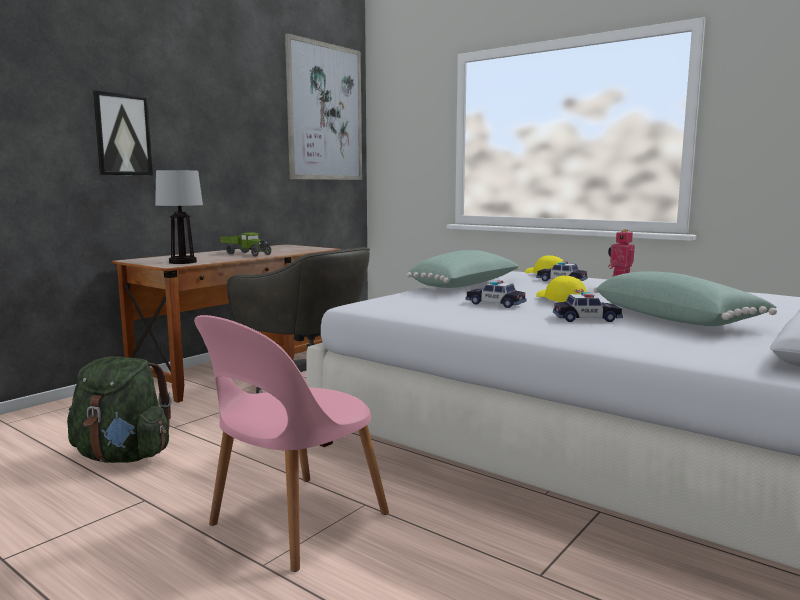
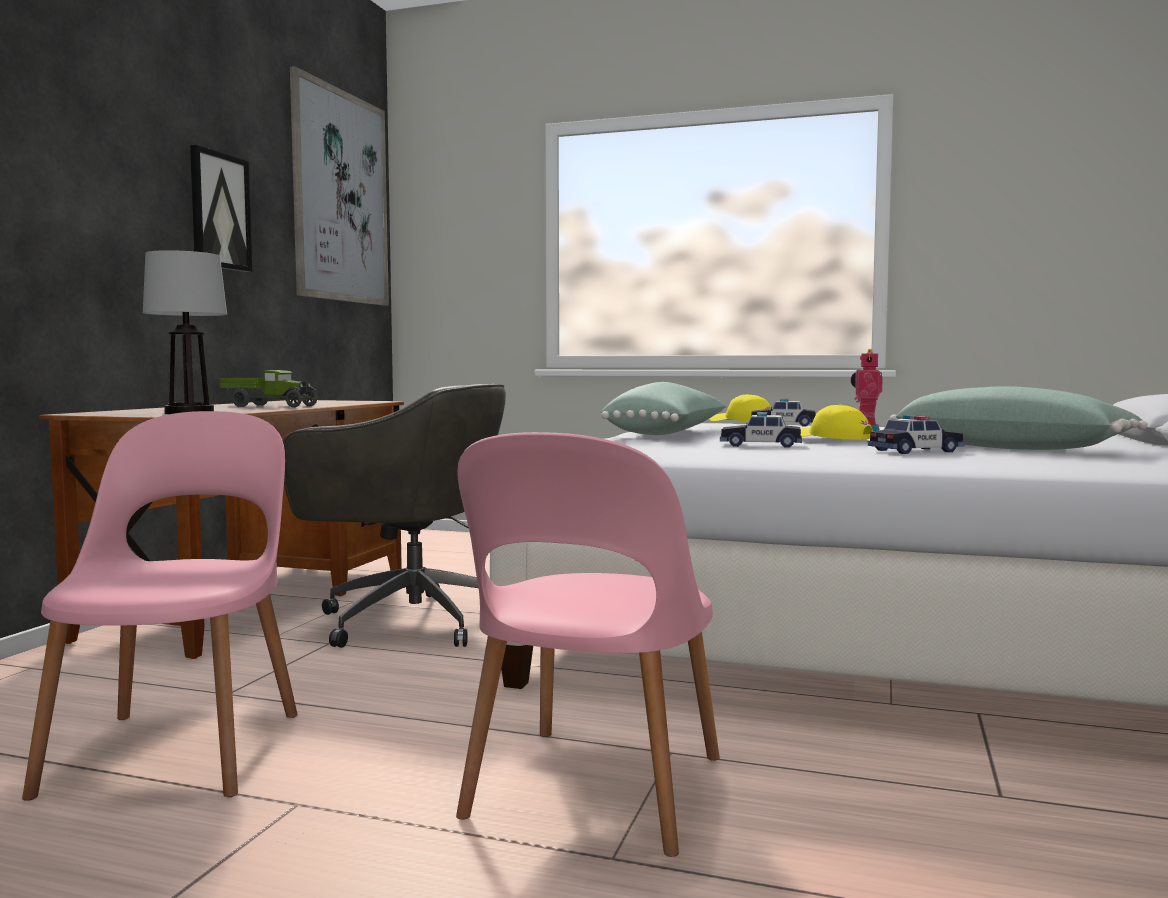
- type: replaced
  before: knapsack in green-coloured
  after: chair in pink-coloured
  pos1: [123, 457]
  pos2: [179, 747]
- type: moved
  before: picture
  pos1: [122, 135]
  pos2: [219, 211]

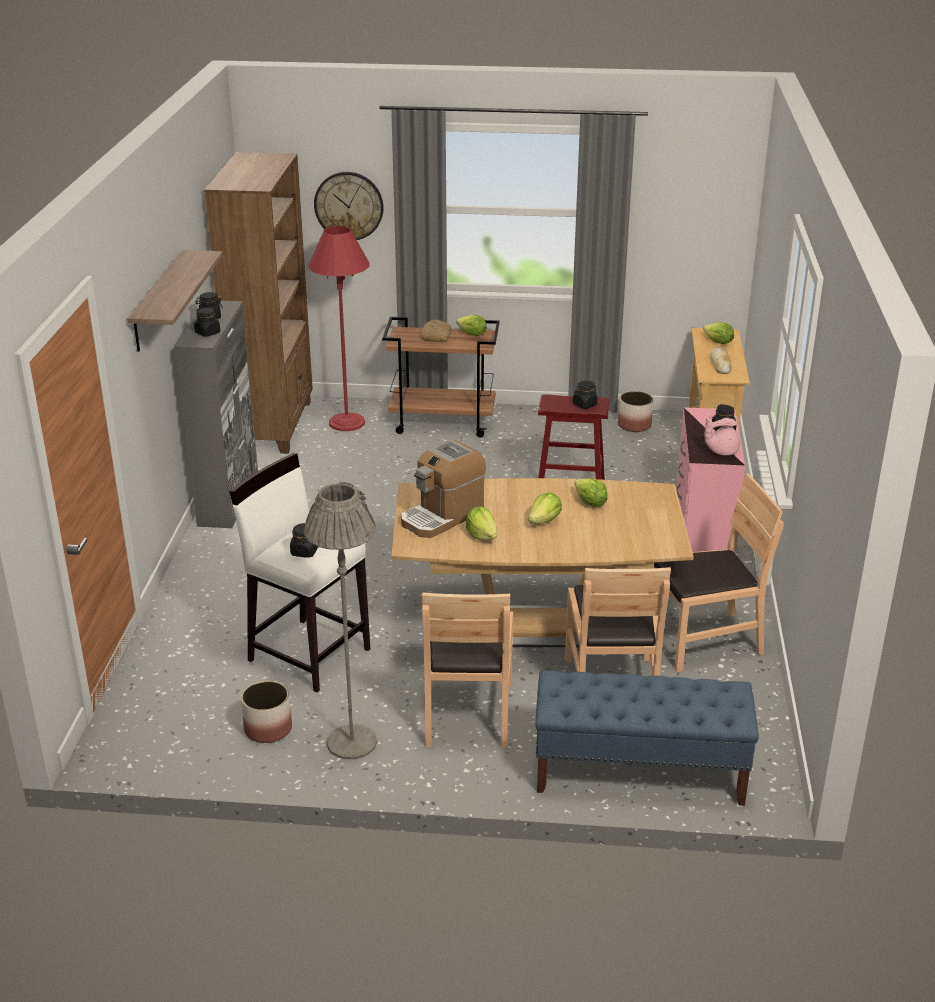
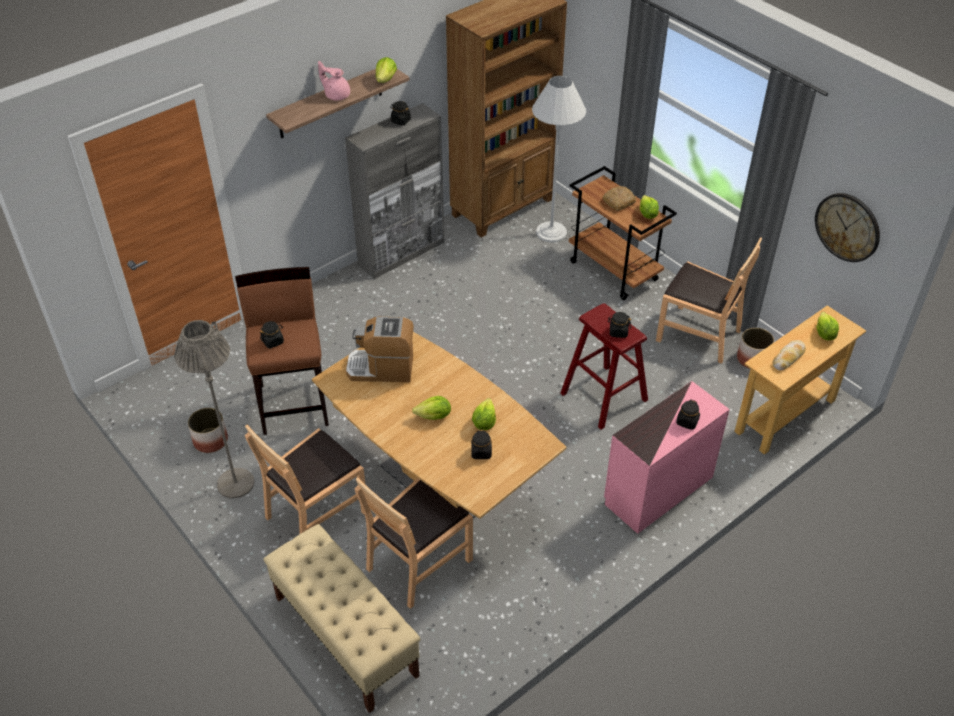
- type: moved
  before: preserve jar in black
  pos1: [207, 333]
  pos2: [481, 452]
- type: recoloured
  before: sitting stool in white-coloured
  after: sitting stool in brownish
  pos1: [309, 654]
  pos2: [294, 404]
- type: recoloured
  before: floor lamp in red
  after: floor lamp in white-coloured
  pos1: [347, 423]
  pos2: [551, 232]
- type: moved
  before: wall clock
  pos1: [349, 205]
  pos2: [847, 227]
- type: moved
  before: lettuce head
  pos1: [482, 536]
  pos2: [386, 79]
- type: recoloured
  before: long seat in blue-coloured
  after: long seat in sand-coloured
  pos1: [638, 773]
  pos2: [345, 636]
- type: moved
  before: chair in brownish
  pos1: [703, 640]
  pos2: [698, 334]
- type: moved
  before: pot for tea in pink-coloured
  pos1: [721, 451]
  pos2: [336, 95]

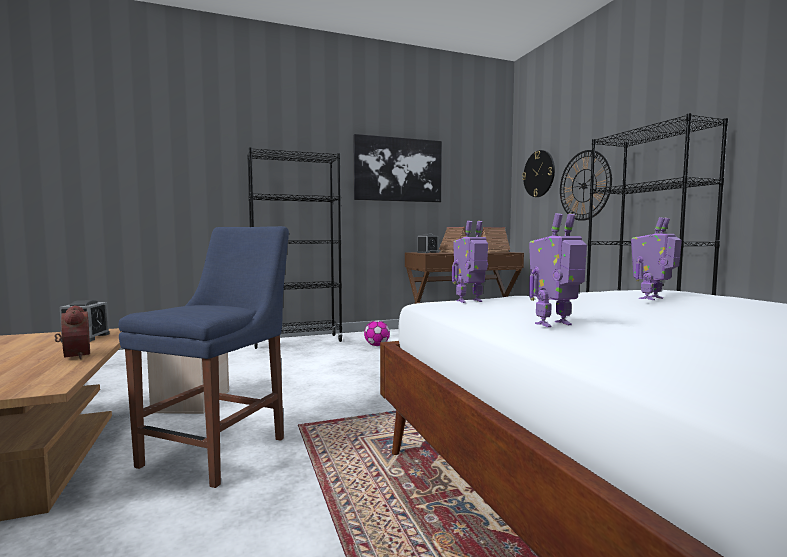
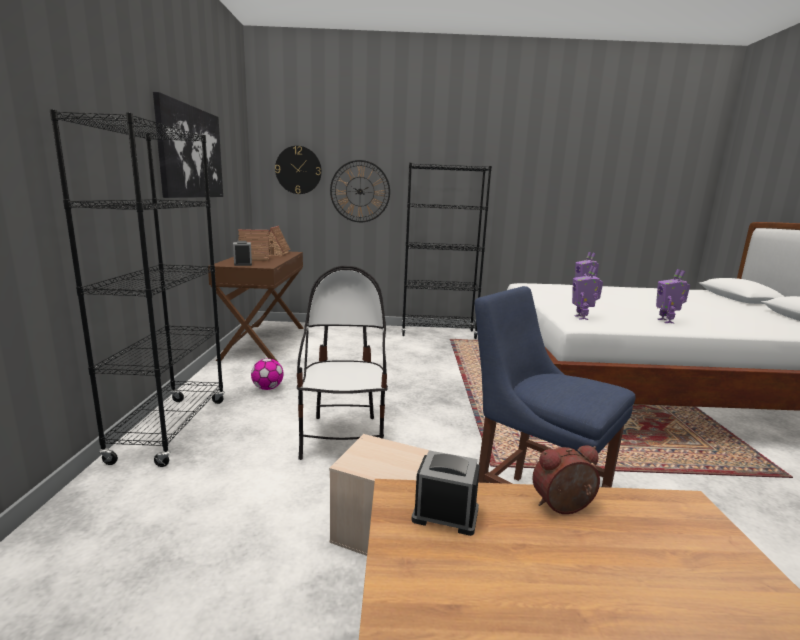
- type: added
  after: chair
  pos2: [344, 438]

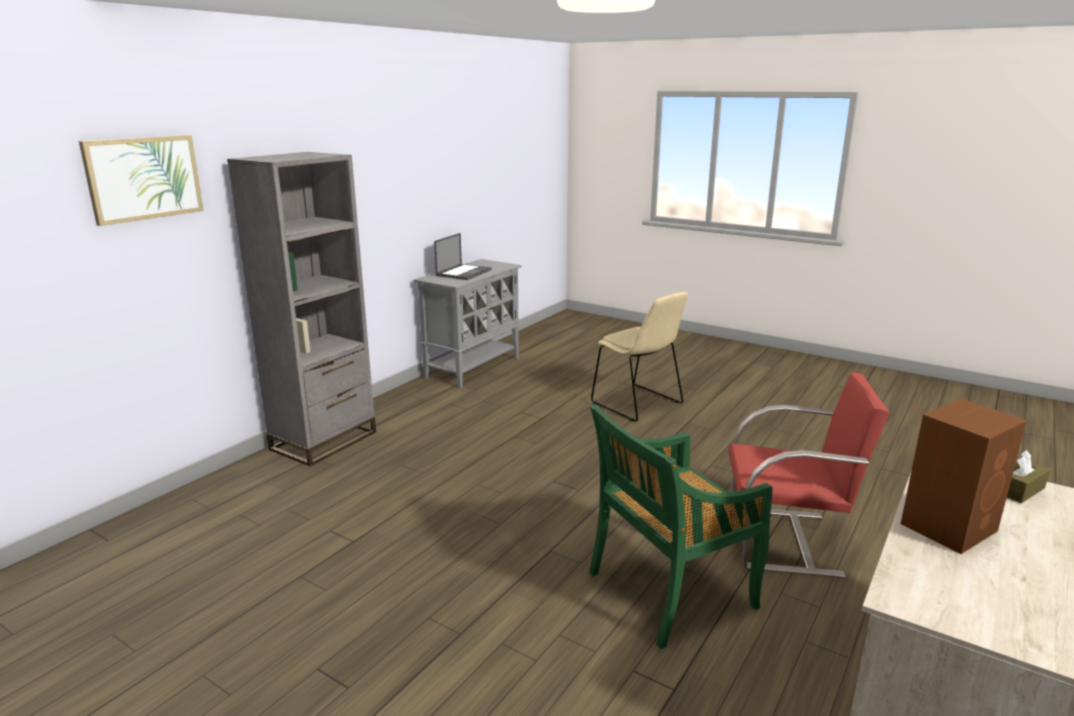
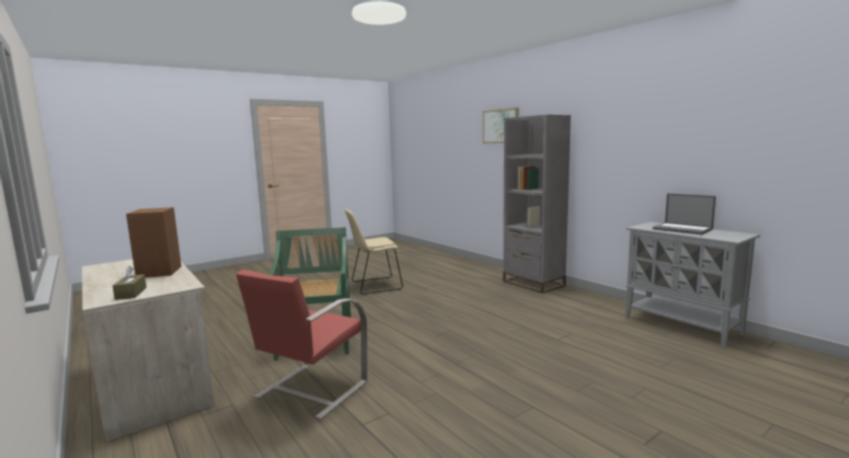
- type: moved
  before: chair in sand-coloured
  pos1: [638, 404]
  pos2: [374, 286]

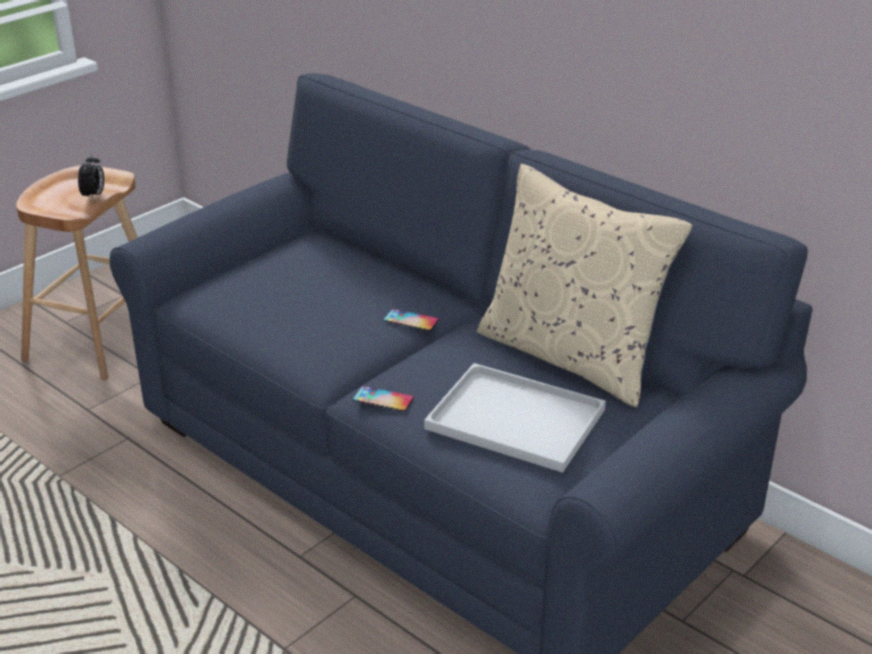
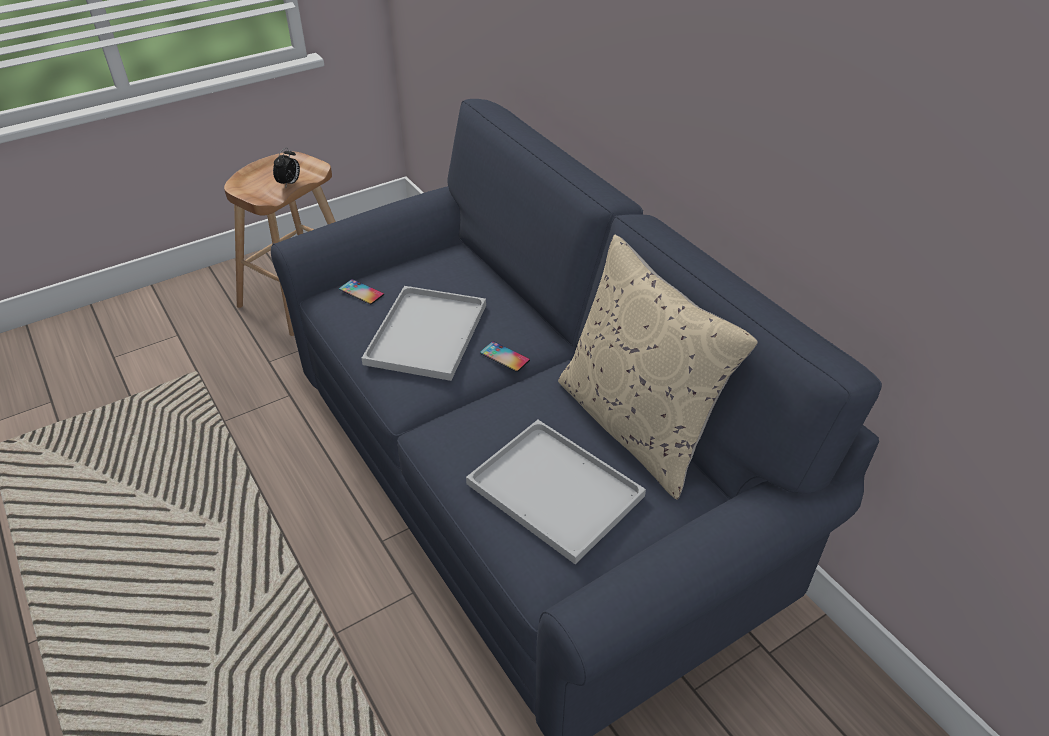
- type: moved
  before: phone
  pos1: [383, 399]
  pos2: [361, 292]
- type: added
  after: tray in white-coloured
  pos2: [427, 336]

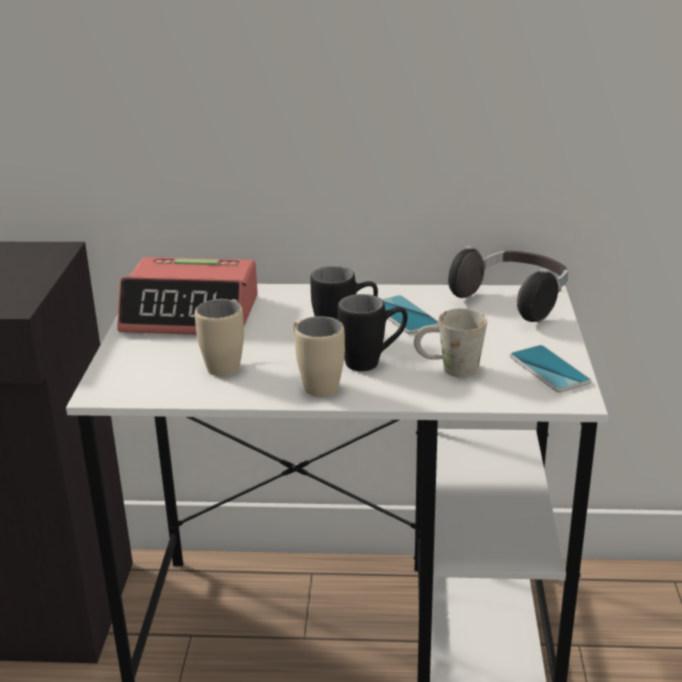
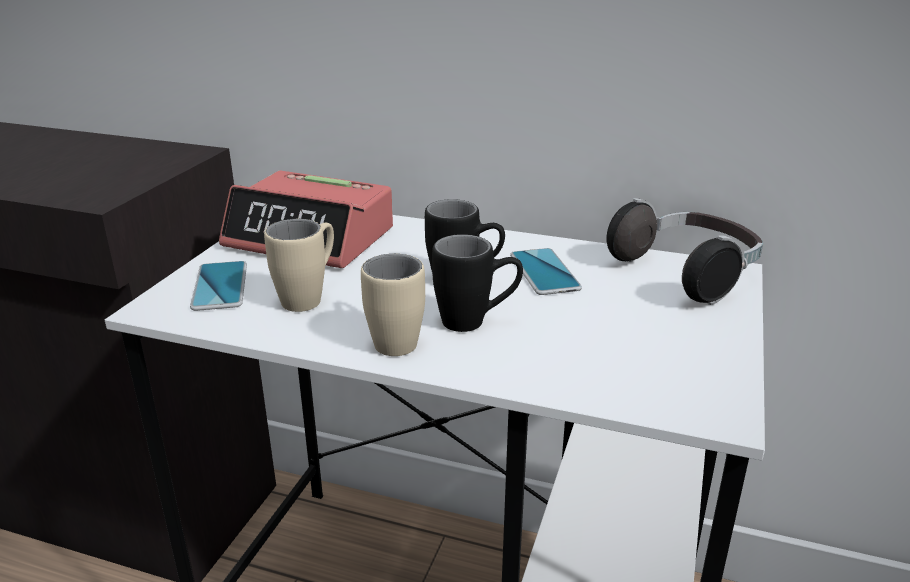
- type: removed
  before: coffee mug in white-coloured
  pos1: [448, 369]
- type: moved
  before: phone
  pos1: [549, 370]
  pos2: [220, 286]

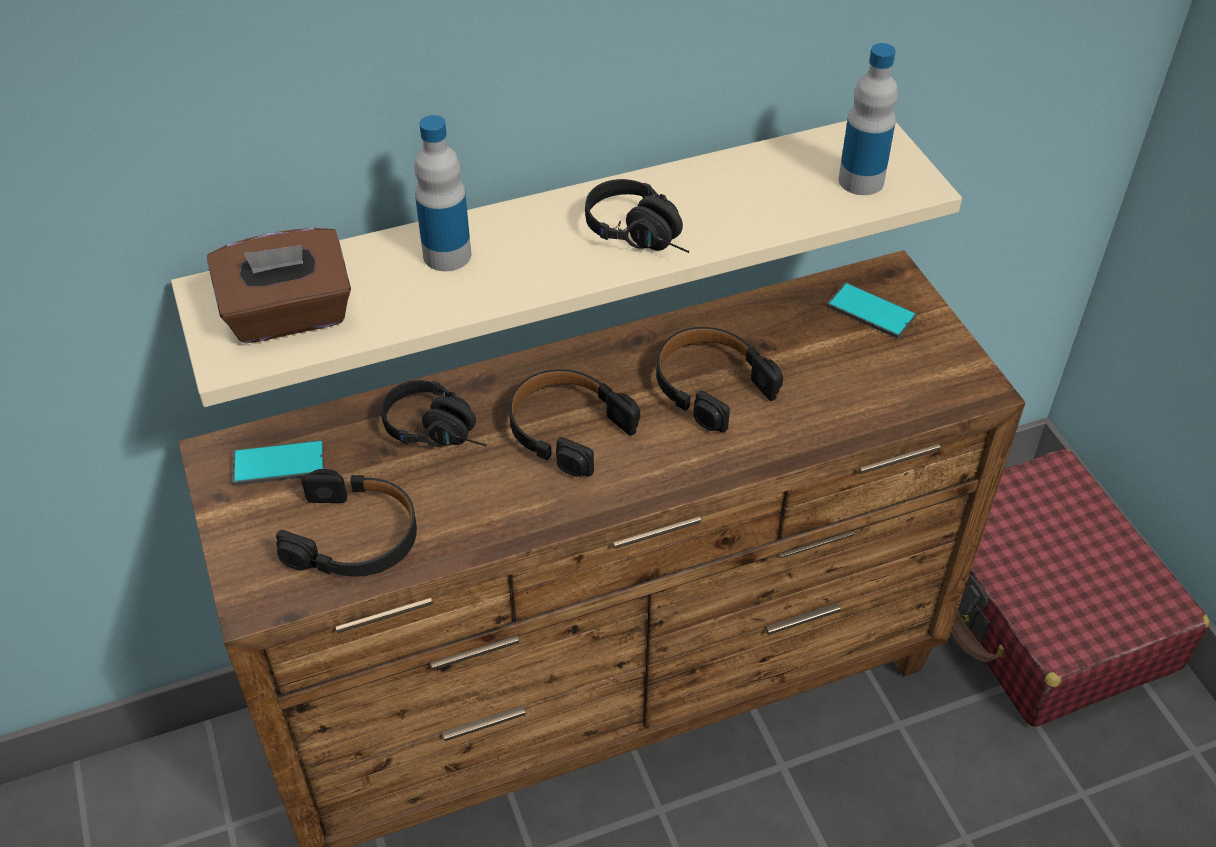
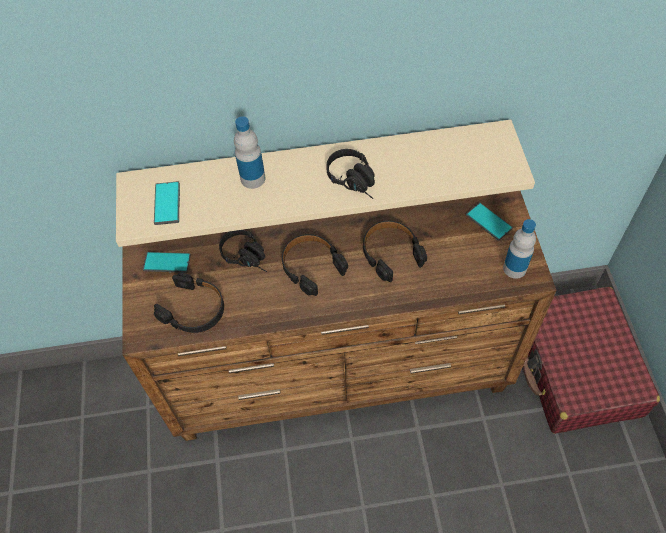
- type: replaced
  before: tissue holder in brownish
  after: phone
  pos1: [289, 316]
  pos2: [167, 203]
- type: moved
  before: bottle
  pos1: [861, 181]
  pos2: [514, 268]

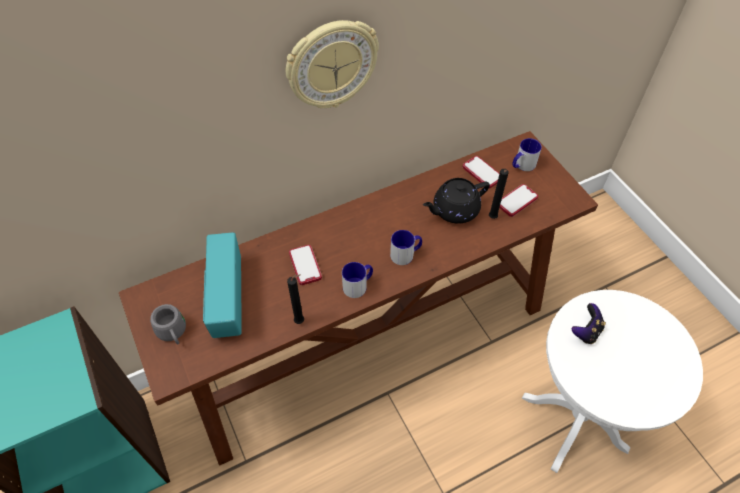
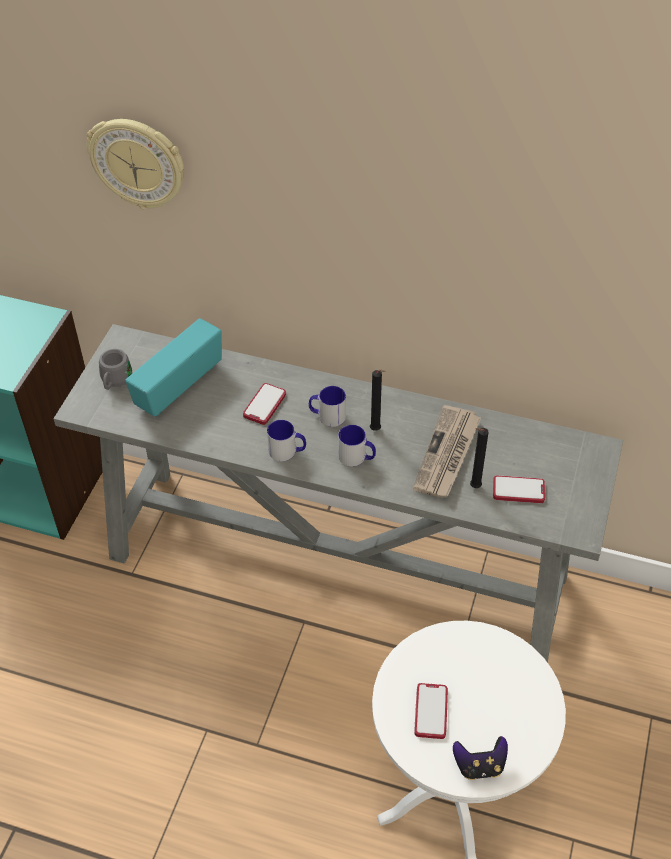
- type: recoloured
  before: hall table in brownish
  after: hall table in greyish
  pos1: [371, 342]
  pos2: [339, 568]
- type: moved
  before: wall clock
  pos1: [331, 65]
  pos2: [138, 163]
- type: moved
  before: candle in black
  pos1: [301, 321]
  pos2: [376, 430]
- type: replaced
  before: pot for tea in black
  after: newspaper
  pos1: [454, 210]
  pos2: [447, 454]
- type: moved
  before: phone
  pos1: [482, 173]
  pos2: [431, 711]
- type: moved
  before: coffee mug
  pos1: [522, 165]
  pos2: [327, 416]
- type: moved
  before: game controller
  pos1: [586, 331]
  pos2: [479, 765]

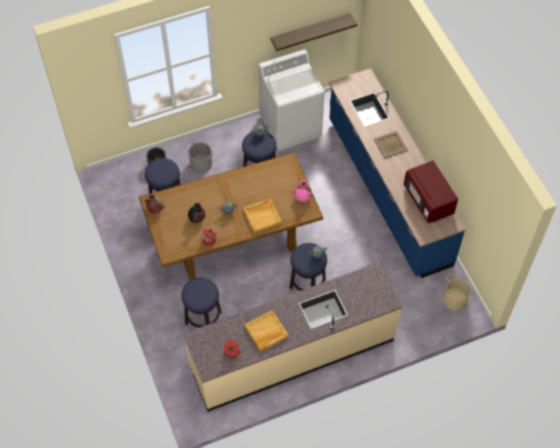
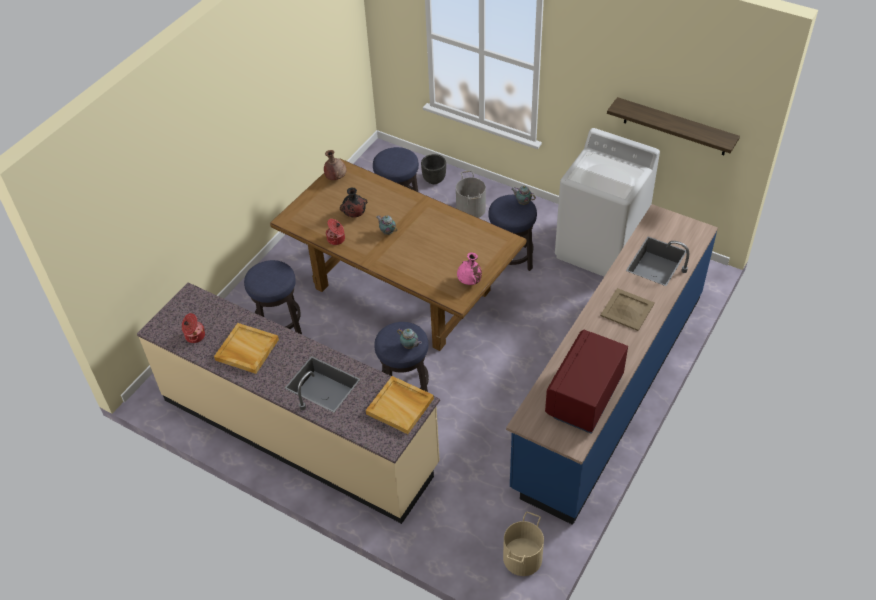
- type: moved
  before: tray in sand-coloured
  pos1: [262, 216]
  pos2: [400, 406]

